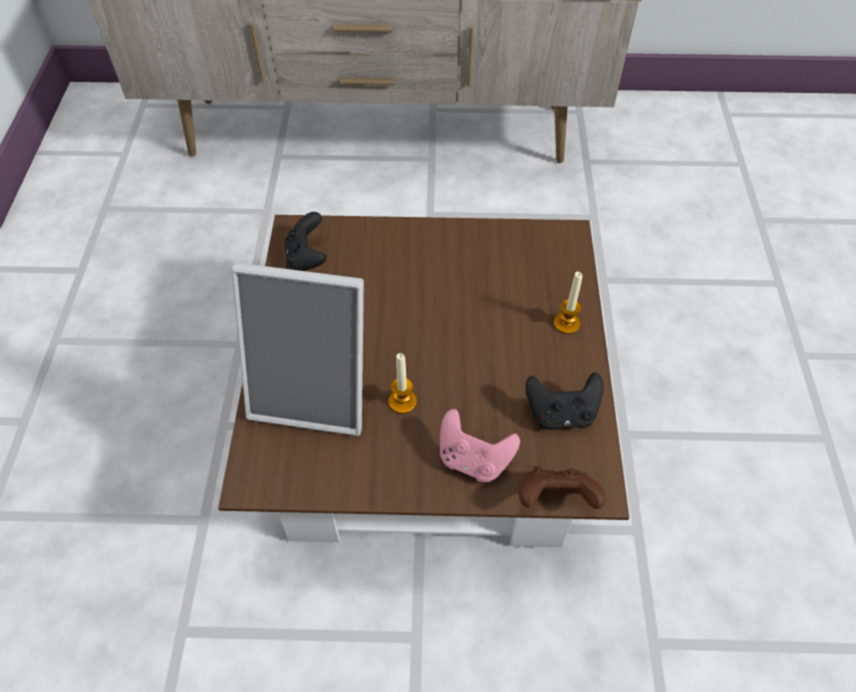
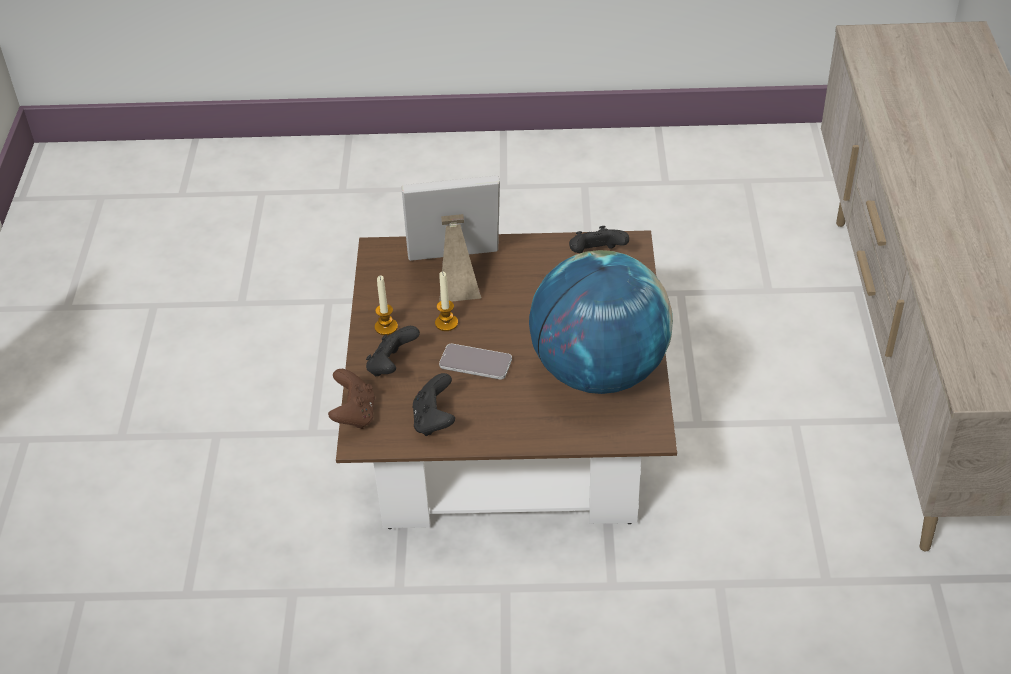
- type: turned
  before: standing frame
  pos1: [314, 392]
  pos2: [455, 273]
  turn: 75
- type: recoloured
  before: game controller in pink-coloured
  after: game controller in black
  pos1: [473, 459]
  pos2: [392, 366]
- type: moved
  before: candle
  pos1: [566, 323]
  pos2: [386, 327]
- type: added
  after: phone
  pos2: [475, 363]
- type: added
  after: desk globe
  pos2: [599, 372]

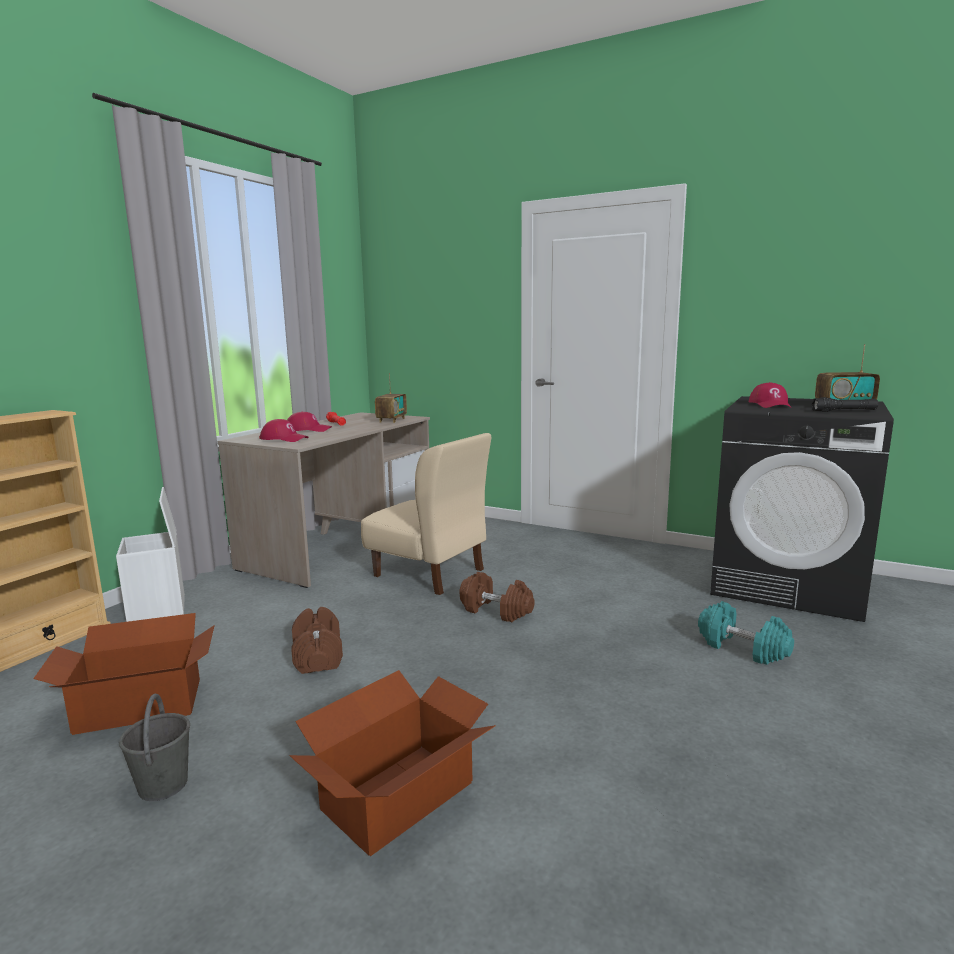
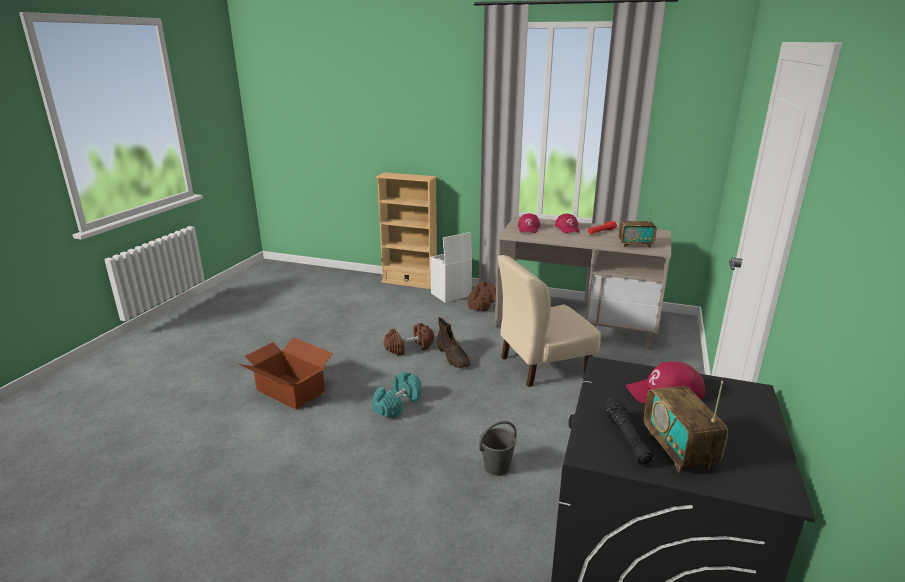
- type: removed
  before: carton
  pos1: [139, 705]
- type: moved
  before: water bucket in greyish
  pos1: [163, 784]
  pos2: [497, 466]
- type: turned
  before: chair in sand-coloured
  pos1: [429, 573]
  pos2: [543, 365]
  turn: 45
- type: moved
  before: dumbbell in brownish
  pos1: [496, 611]
  pos2: [482, 304]
- type: moved
  before: dumbbell in turquoise
  pos1: [742, 648]
  pos2: [397, 404]
- type: added
  after: high-top boot in brownish
  pos2: [453, 357]

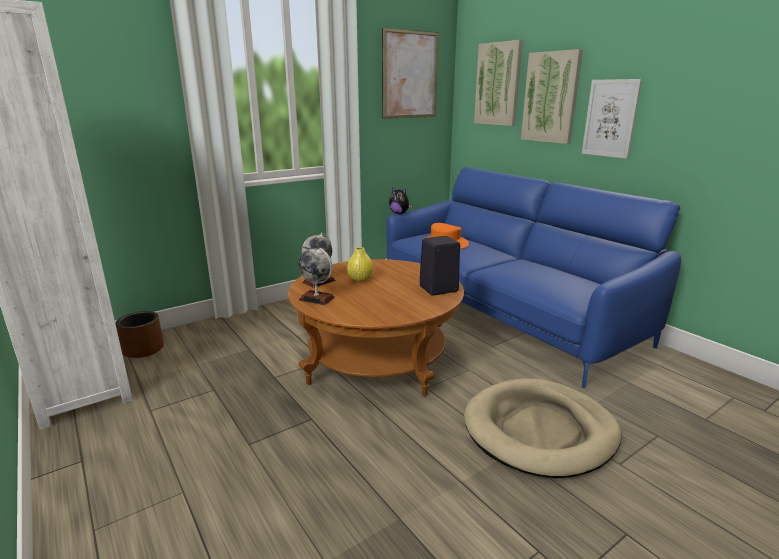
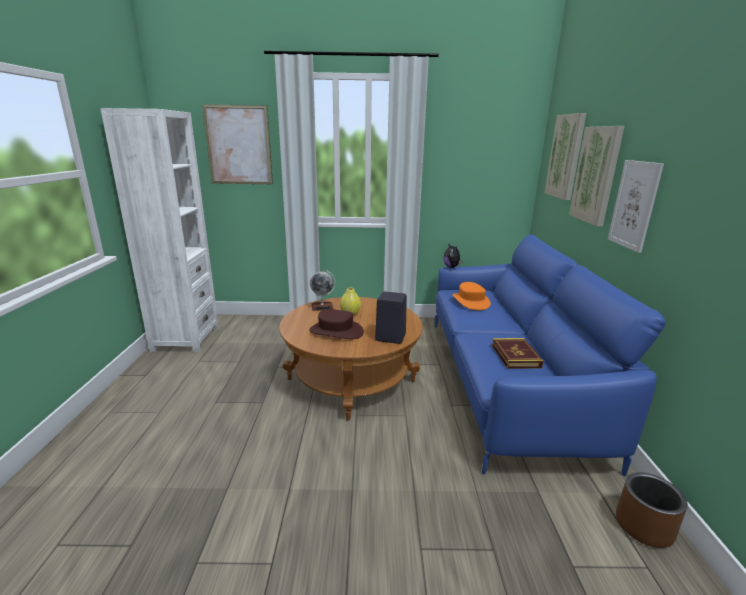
- type: moved
  before: flower pot in brownish
  pos1: [143, 349]
  pos2: [644, 527]
- type: removed
  before: desk globe
  pos1: [317, 298]
- type: moved
  before: picture
  pos1: [410, 75]
  pos2: [238, 145]
- type: removed
  before: pet bed in sand-coloured
  pos1: [539, 431]
- type: added
  after: clothing hat in brownish
  pos2: [336, 331]
- type: added
  after: bound book
  pos2: [515, 356]

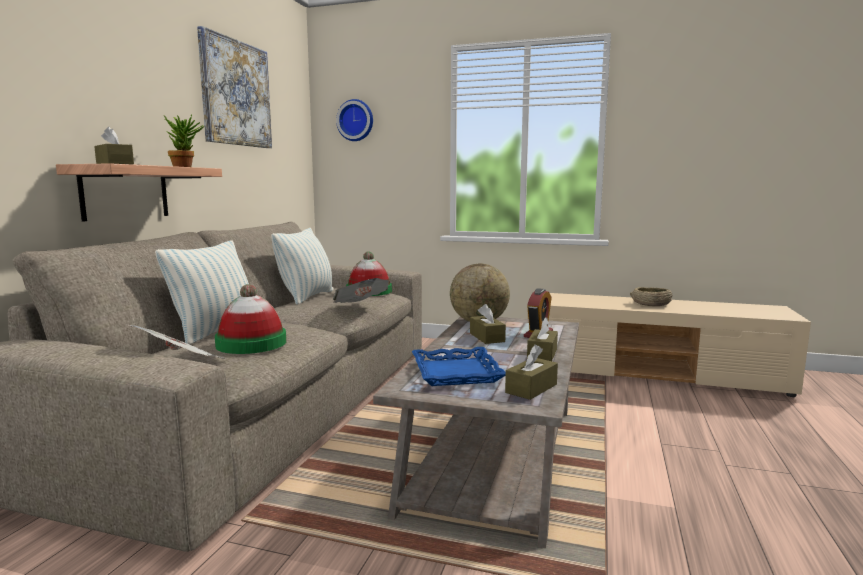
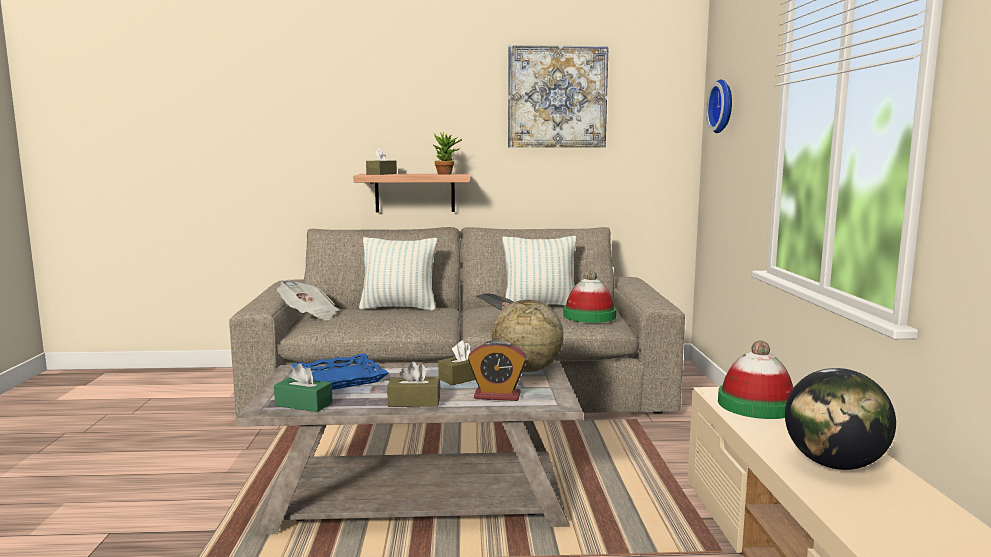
- type: moved
  before: clothing hat
  pos1: [251, 343]
  pos2: [756, 405]
- type: recoloured
  before: tissue holder in brownish
  after: tissue holder in green-coloured
  pos1: [531, 388]
  pos2: [303, 404]
- type: replaced
  before: serving bowl in sand-coloured
  after: desk globe
  pos1: [651, 304]
  pos2: [834, 464]

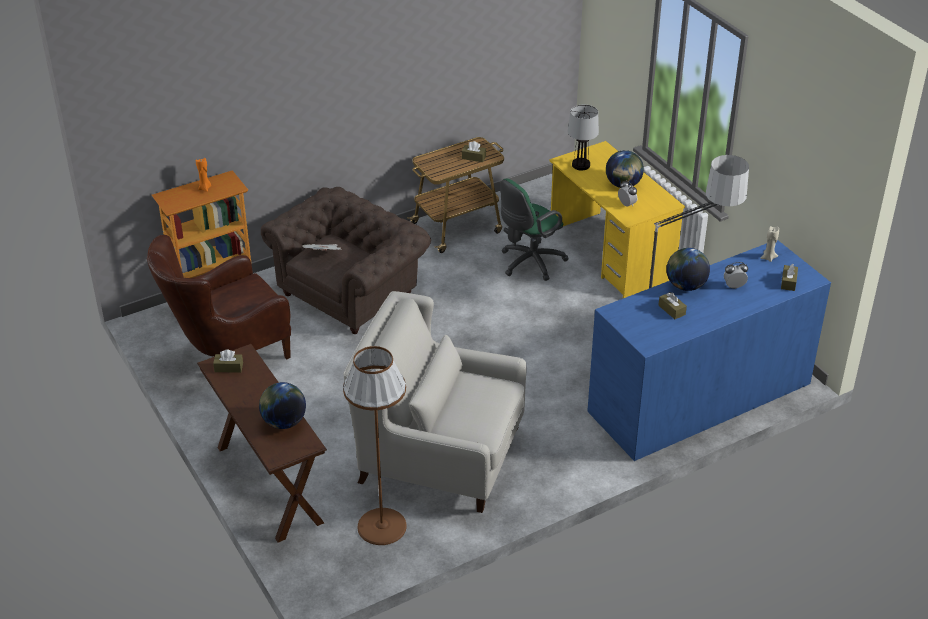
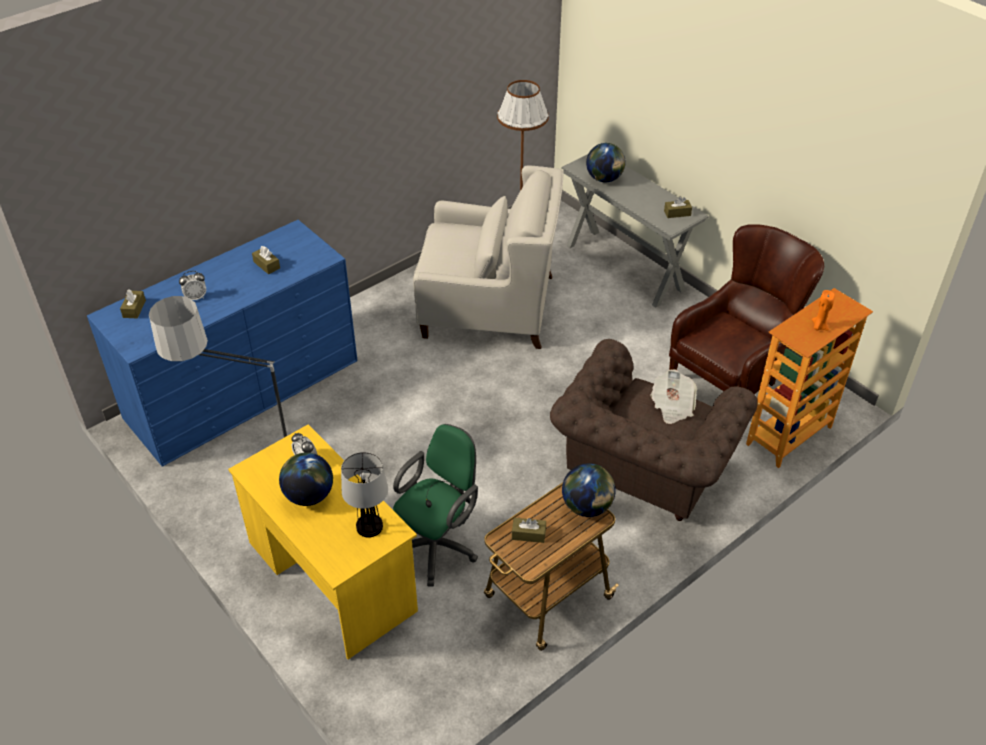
- type: recoloured
  before: hall table in brownish
  after: hall table in greyish
  pos1: [269, 484]
  pos2: [624, 267]
- type: moved
  before: desk globe
  pos1: [685, 286]
  pos2: [587, 507]
- type: removed
  before: candle in sand-coloured
  pos1: [768, 258]

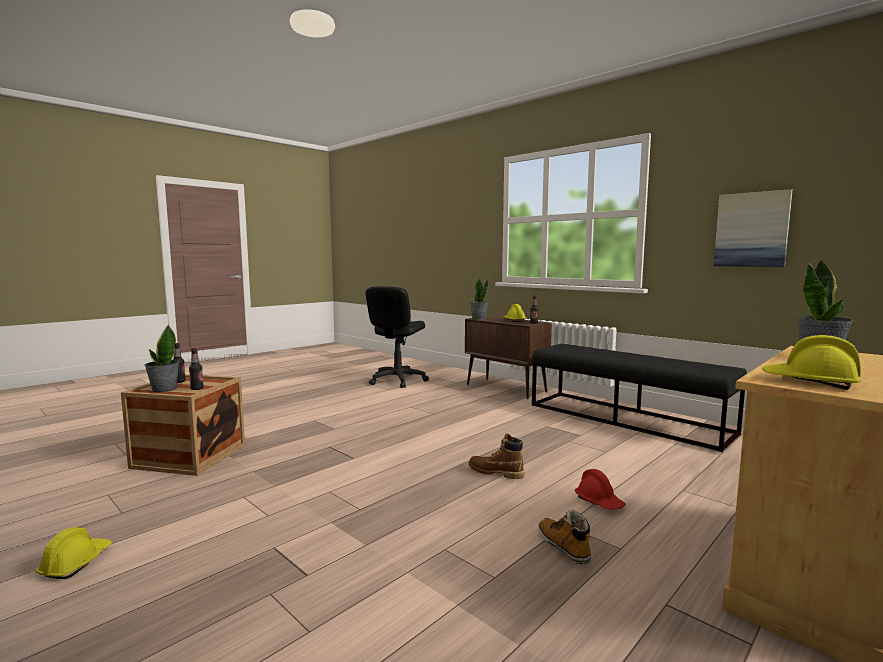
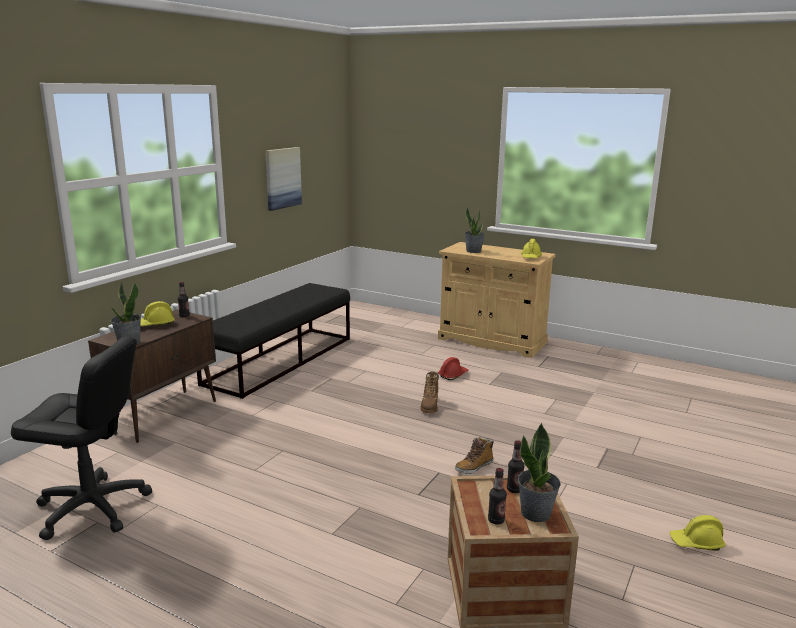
- type: moved
  before: high-top boot
  pos1: [564, 547]
  pos2: [474, 467]

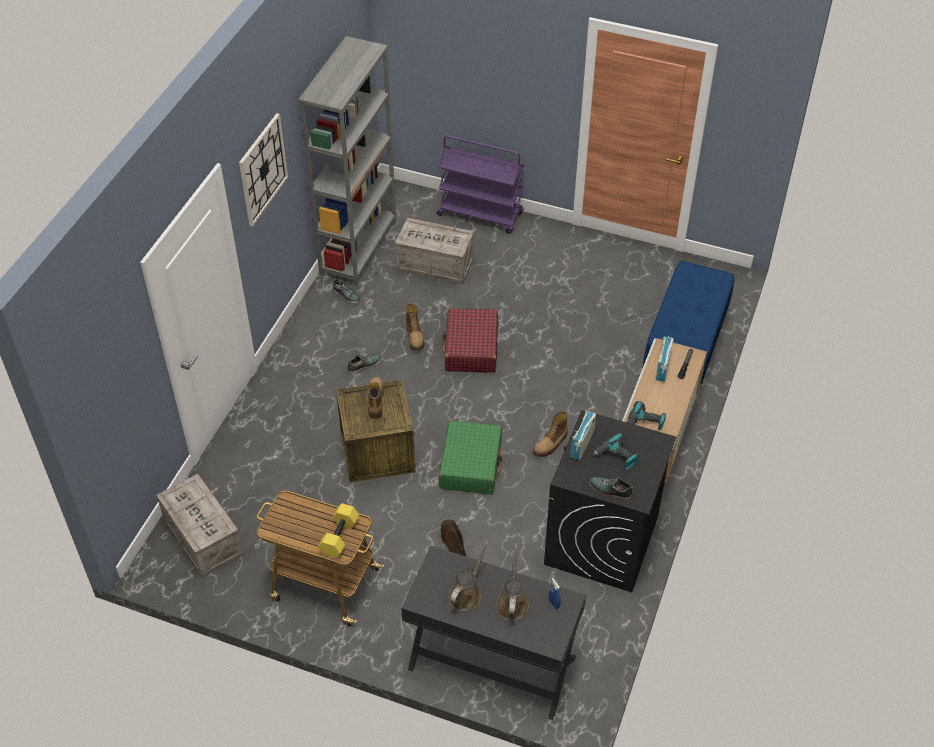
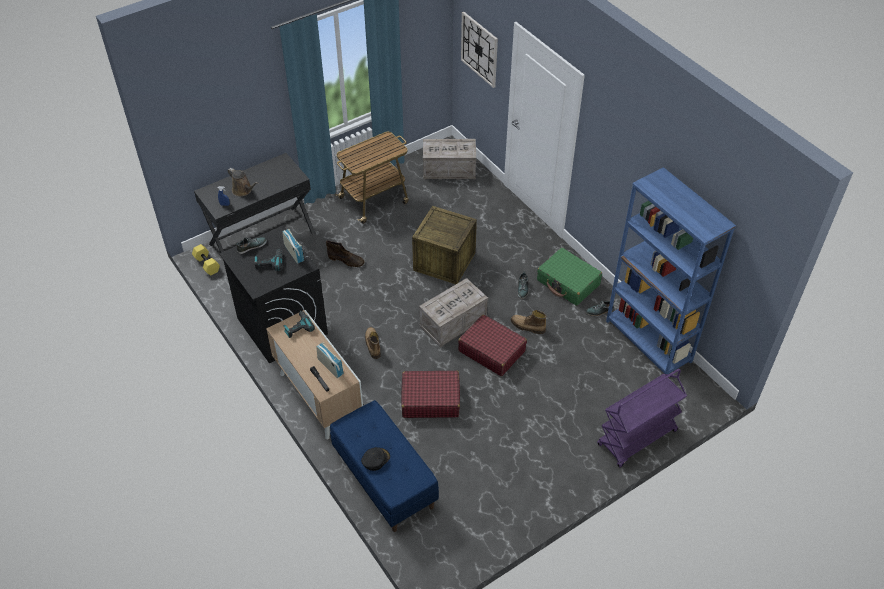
- type: moved
  before: wall clock
  pos1: [262, 169]
  pos2: [479, 49]
- type: recoloured
  before: bookcase in greyish
  after: bookcase in blue-coloured
  pos1: [358, 247]
  pos2: [648, 341]
- type: moved
  before: dumbbell in yellow
  pos1: [340, 537]
  pos2: [206, 264]
- type: removed
  before: high-top boot
  pos1: [375, 400]
- type: moved
  before: shipping crate
  pos1: [436, 264]
  pos2: [452, 323]
- type: moved
  before: piece of luggage in green-coloured
  pos1: [471, 464]
  pos2: [568, 283]
- type: removed
  before: watering pot in brownish
  pos1: [466, 594]
- type: added
  after: cap in black
  pos2: [375, 459]
- type: added
  after: piece of luggage in red
  pos2: [430, 400]

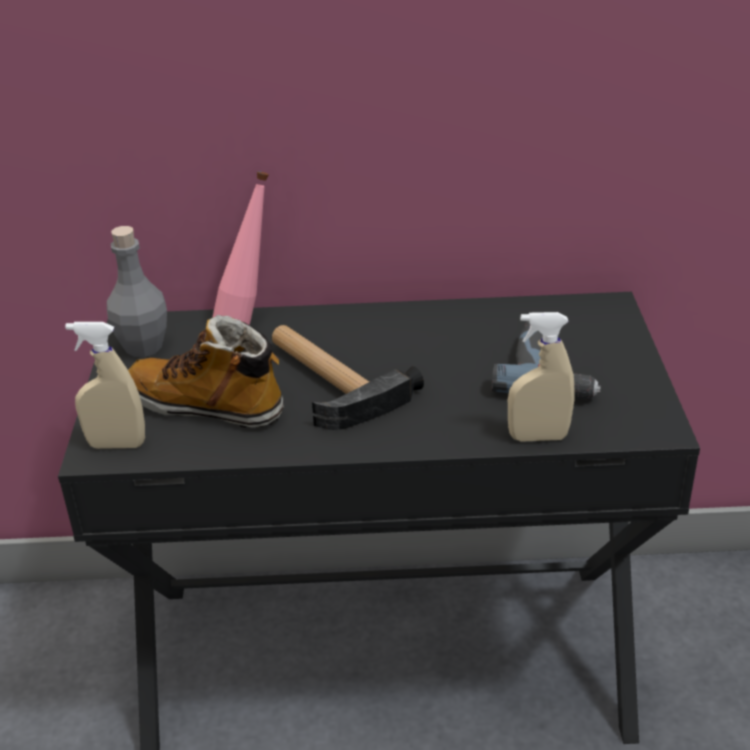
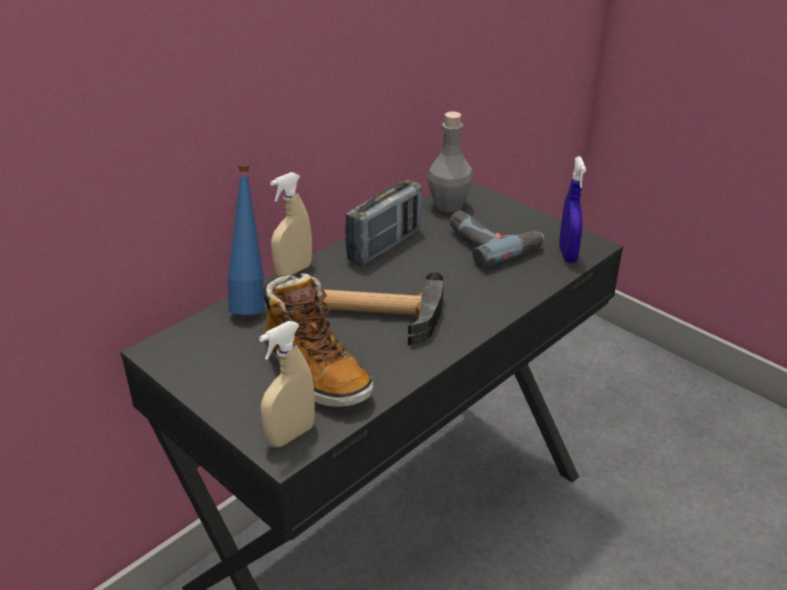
- type: moved
  before: bottle in greyish
  pos1: [143, 347]
  pos2: [449, 205]
- type: turned
  before: high-top boot
  pos1: [207, 406]
  pos2: [314, 373]
  turn: -105
- type: recoloured
  before: bottle in pink-coloured
  after: bottle in blue-coloured
  pos1: [249, 322]
  pos2: [251, 303]
- type: moved
  before: sprayer in sand-coloured
  pos1: [538, 437]
  pos2: [293, 271]
- type: added
  after: radio
  pos2: [385, 246]
- type: added
  after: sprayer in blue-coloured
  pos2: [567, 254]

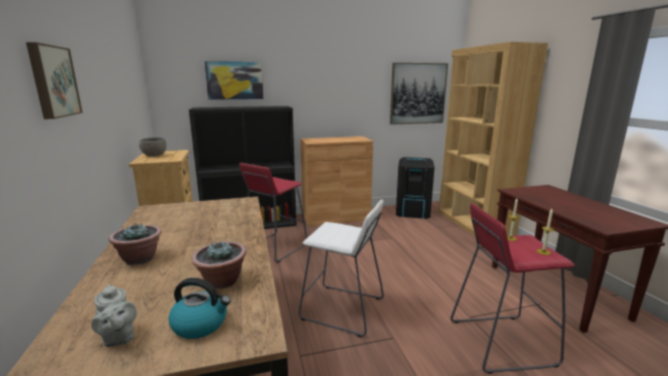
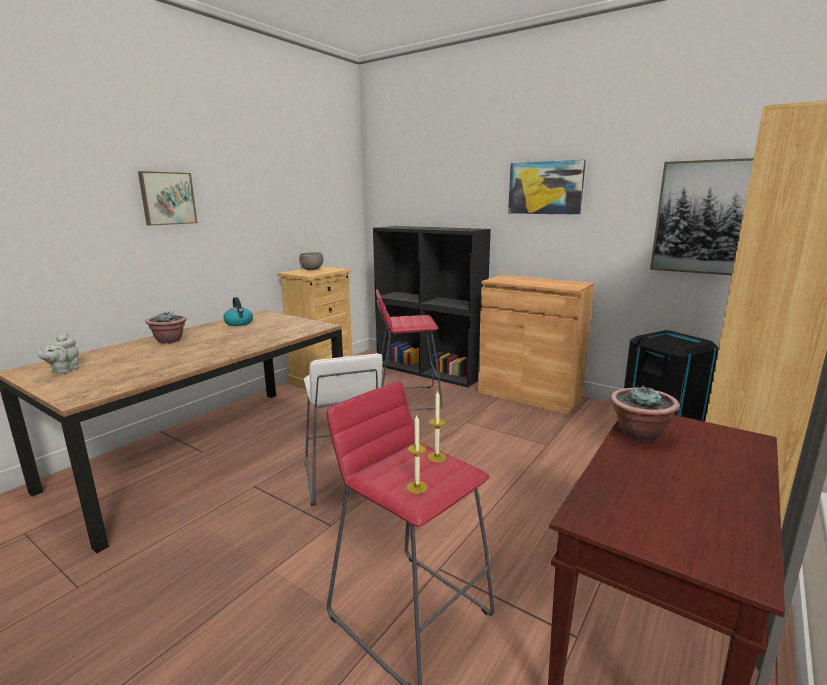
- type: moved
  before: tea kettle
  pos1: [201, 324]
  pos2: [239, 323]
- type: moved
  before: potted plant
  pos1: [222, 281]
  pos2: [639, 434]
- type: moved
  before: picture
  pos1: [234, 80]
  pos2: [545, 188]

